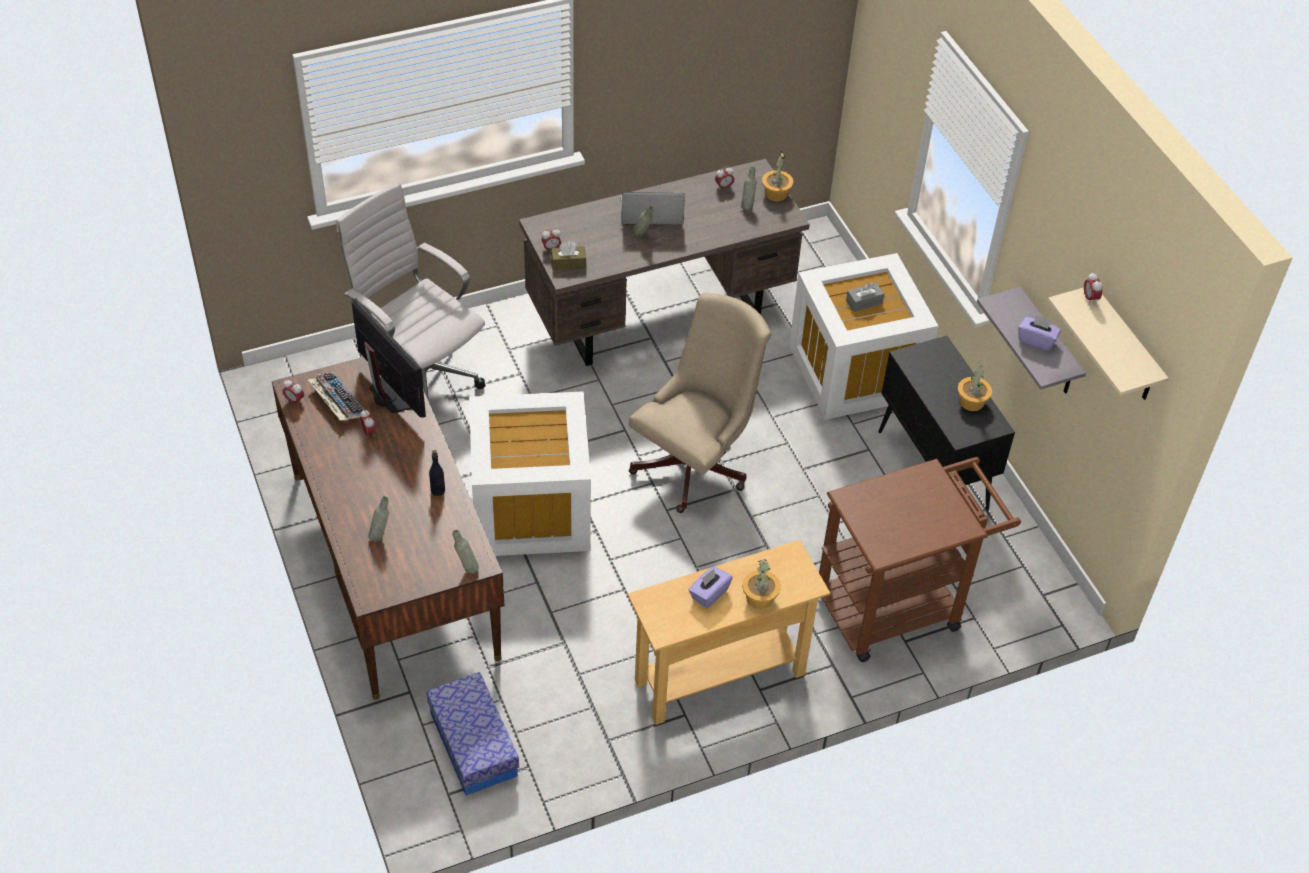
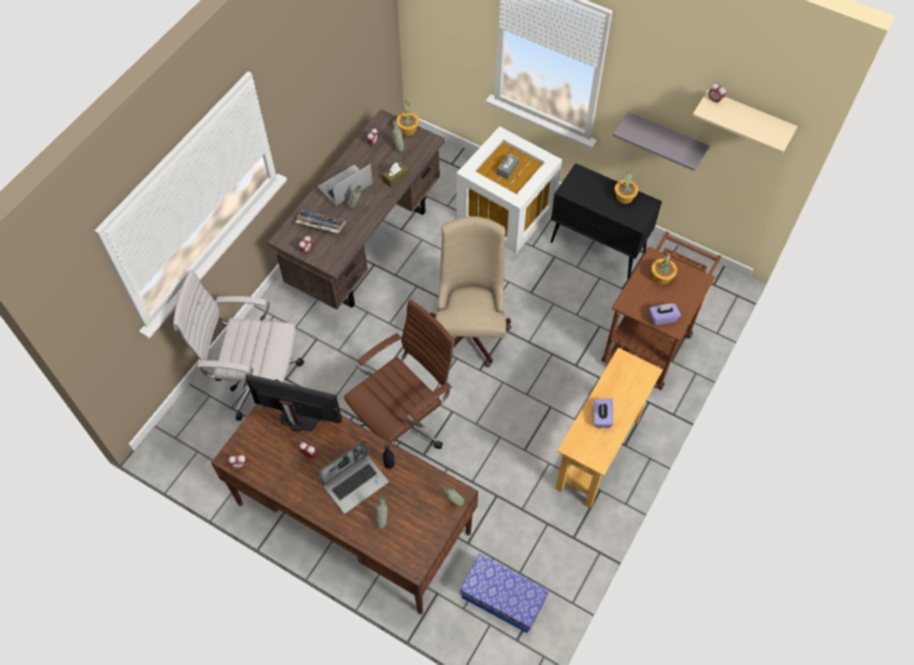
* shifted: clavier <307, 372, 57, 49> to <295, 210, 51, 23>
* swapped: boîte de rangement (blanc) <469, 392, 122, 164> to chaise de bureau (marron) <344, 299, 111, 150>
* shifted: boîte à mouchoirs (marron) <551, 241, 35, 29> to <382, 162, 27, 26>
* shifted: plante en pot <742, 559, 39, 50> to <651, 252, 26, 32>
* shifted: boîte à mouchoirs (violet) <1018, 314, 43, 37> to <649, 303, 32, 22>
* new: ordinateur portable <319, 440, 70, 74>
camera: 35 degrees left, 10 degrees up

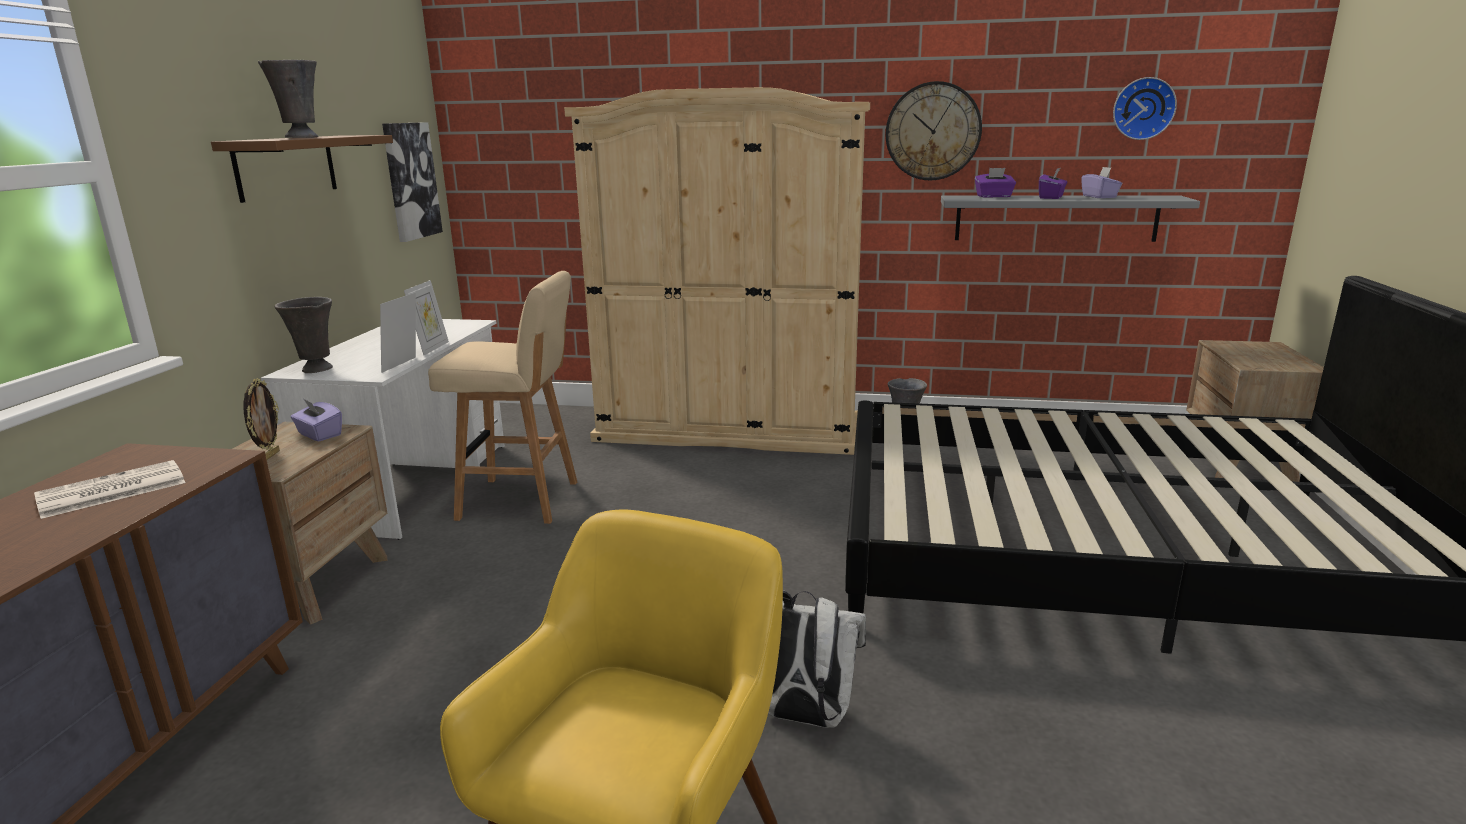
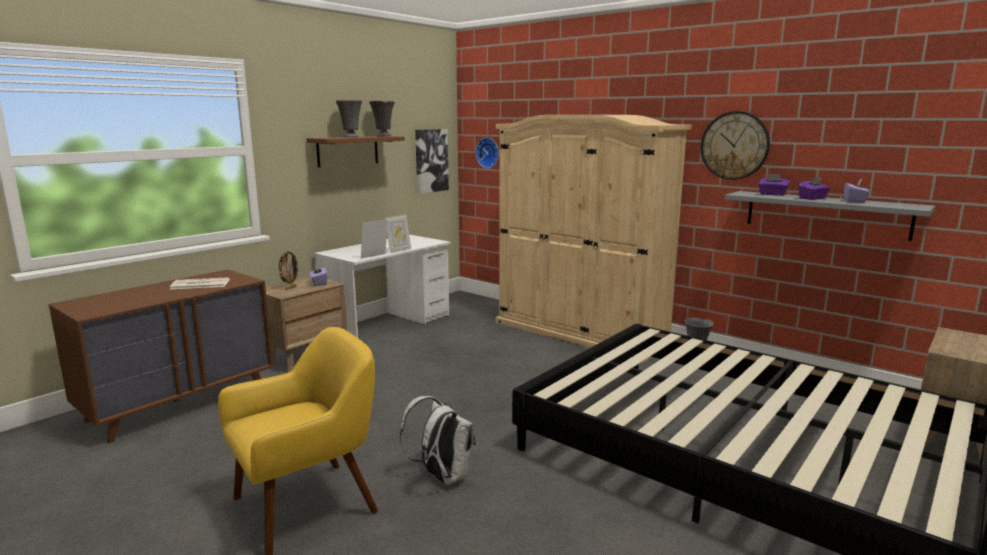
* shifted: vase (gris) <275, 297, 58, 76> to <369, 101, 26, 35>
* gone: tabouret (beige) <428, 271, 149, 253>
* shifted: horloge murale <1113, 77, 64, 63> to <476, 138, 23, 30>
camera: 30 degrees right, 5 degrees down

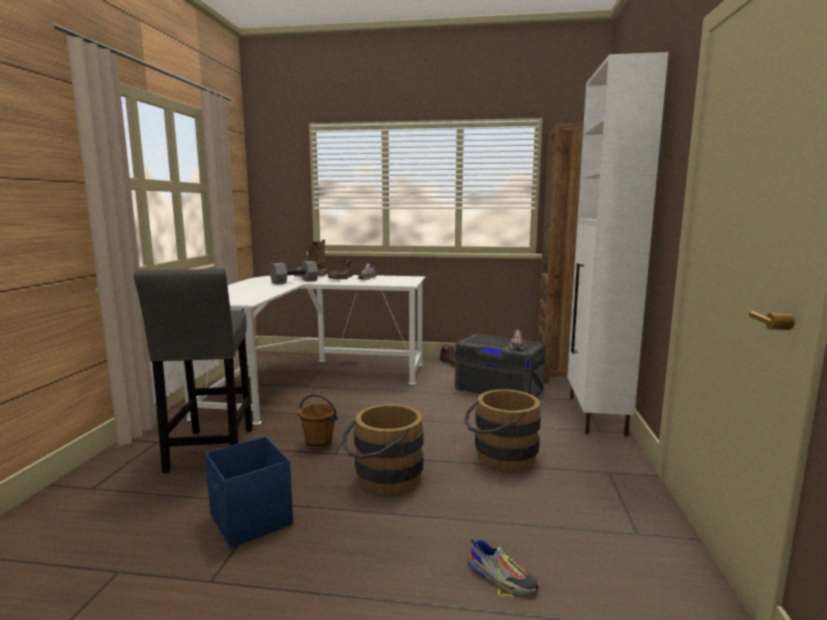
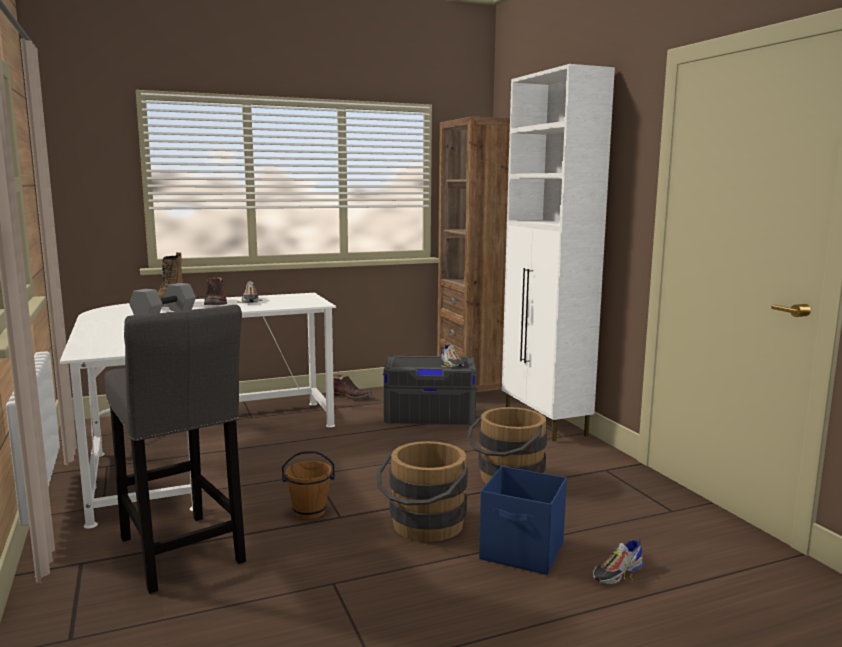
* shifted: boîte de rangement (bleu) <205, 436, 88, 112> to <479, 466, 88, 109>
* rotated: chaussure <468, 539, 71, 58> = <593, 539, 51, 45> 135 degrees clockwise
camera: 30 degrees left, 0 degrees up

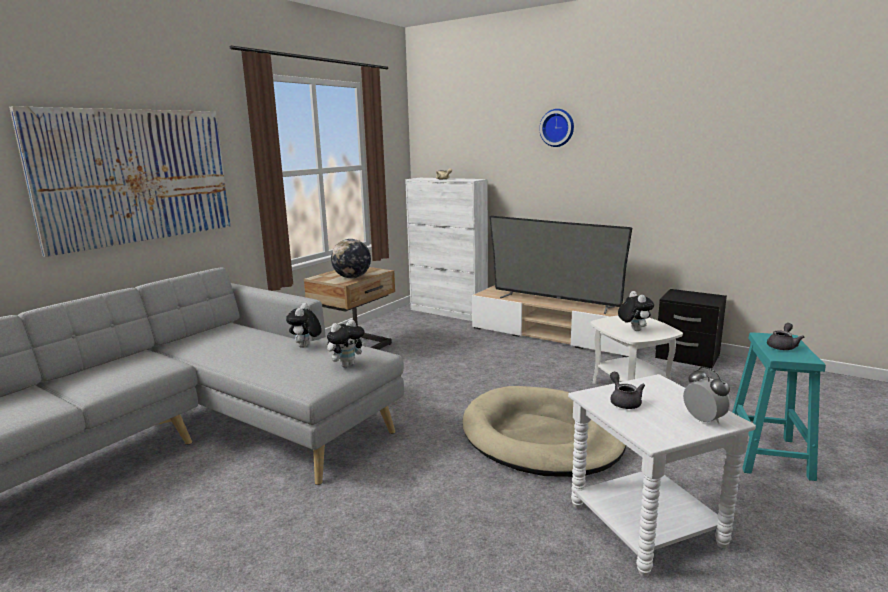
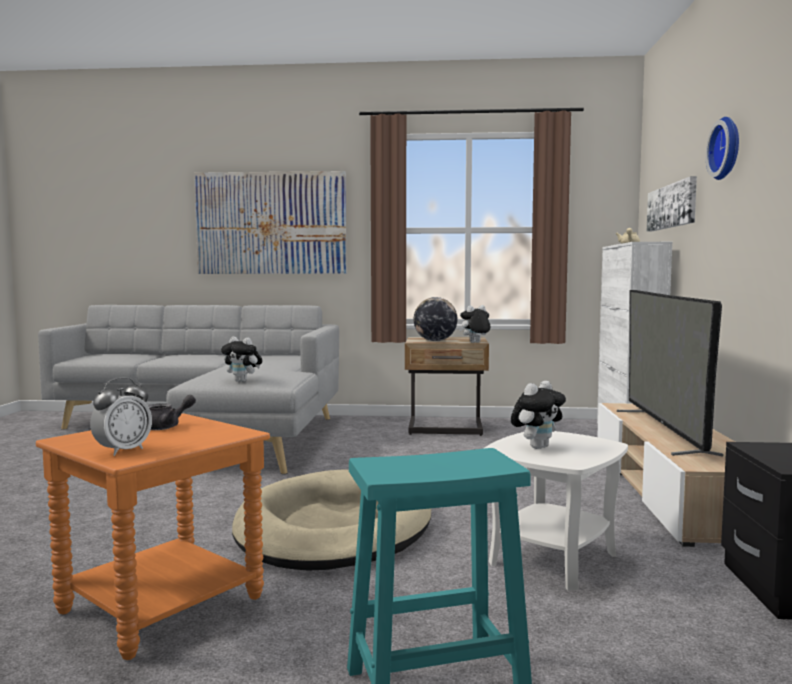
* shifted: peluche <286, 303, 36, 45> to <459, 305, 31, 38>
* repainted: table d'appoint (blanc) <568, 374, 188, 202> to table d'appoint (orange) <36, 414, 234, 246>
* gone: théière (gris) <767, 323, 37, 27>
* new: tableau <647, 176, 50, 56>
camera: 60 degrees right, 10 degrees down

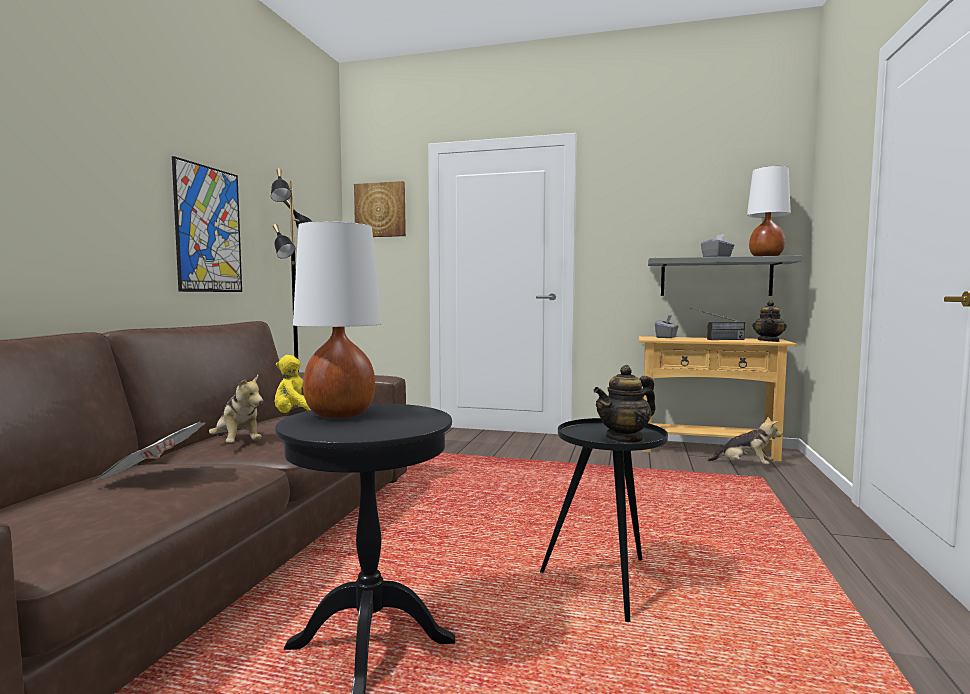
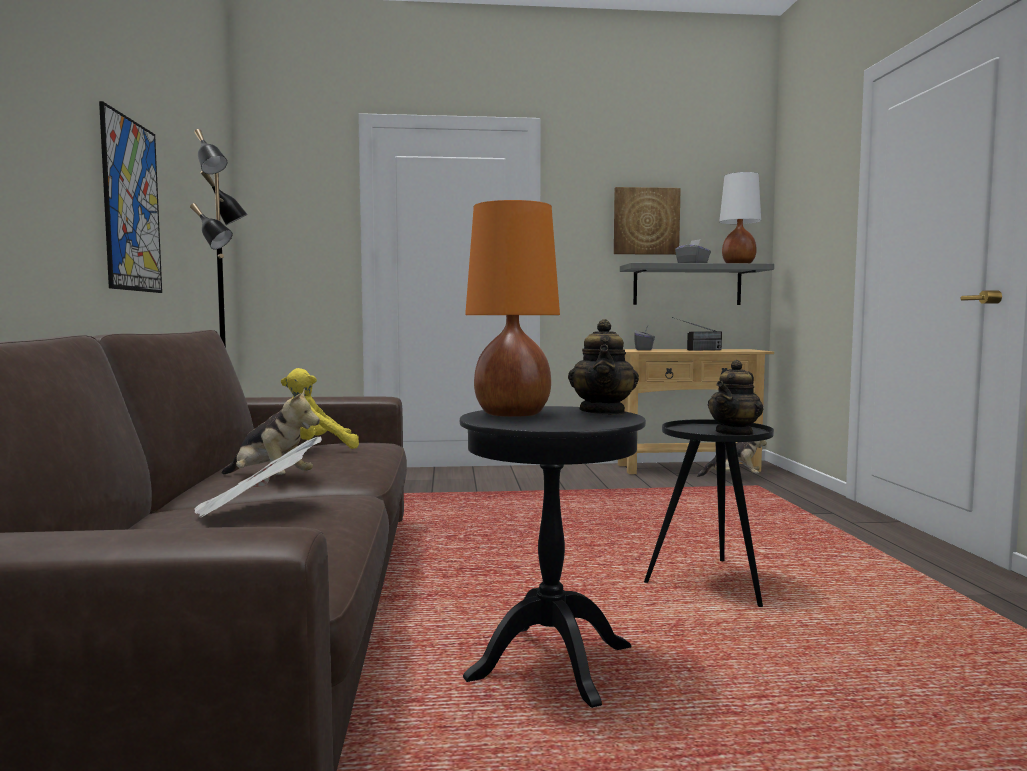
* repainted: lampe de table (blanc) <293, 221, 89, 197> to lampe de table (orange) <465, 200, 95, 217>
* shifted: tableau <354, 181, 52, 56> to <614, 187, 67, 68>
* shifted: théière <752, 300, 35, 42> to <568, 319, 71, 96>
camera: 20 degrees left, 0 degrees up

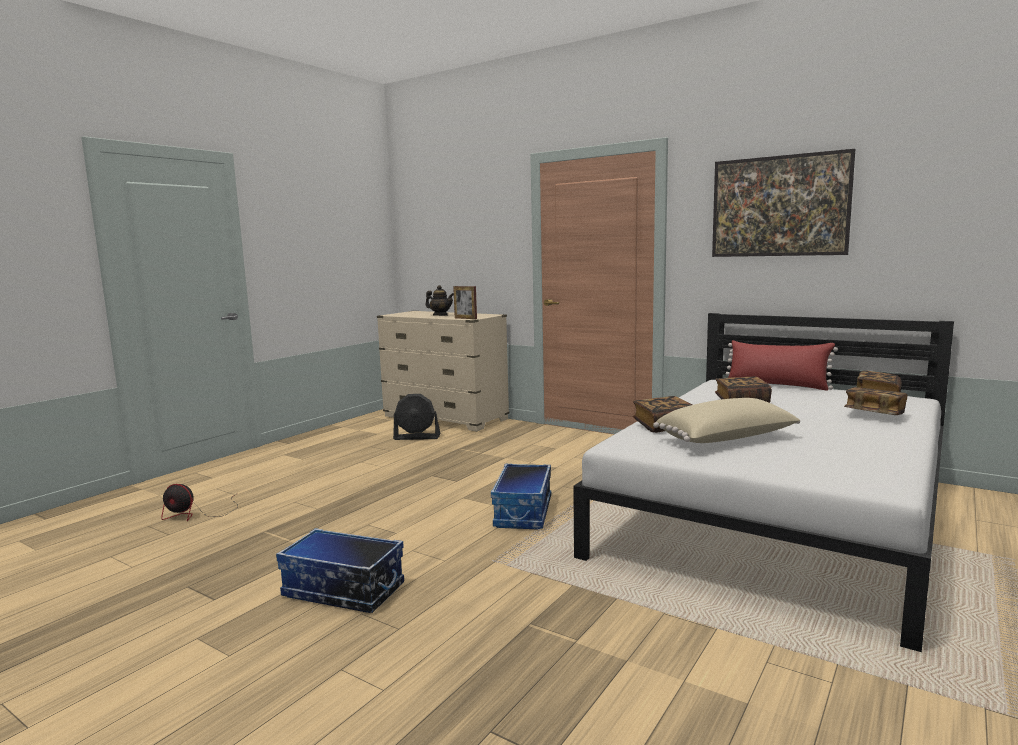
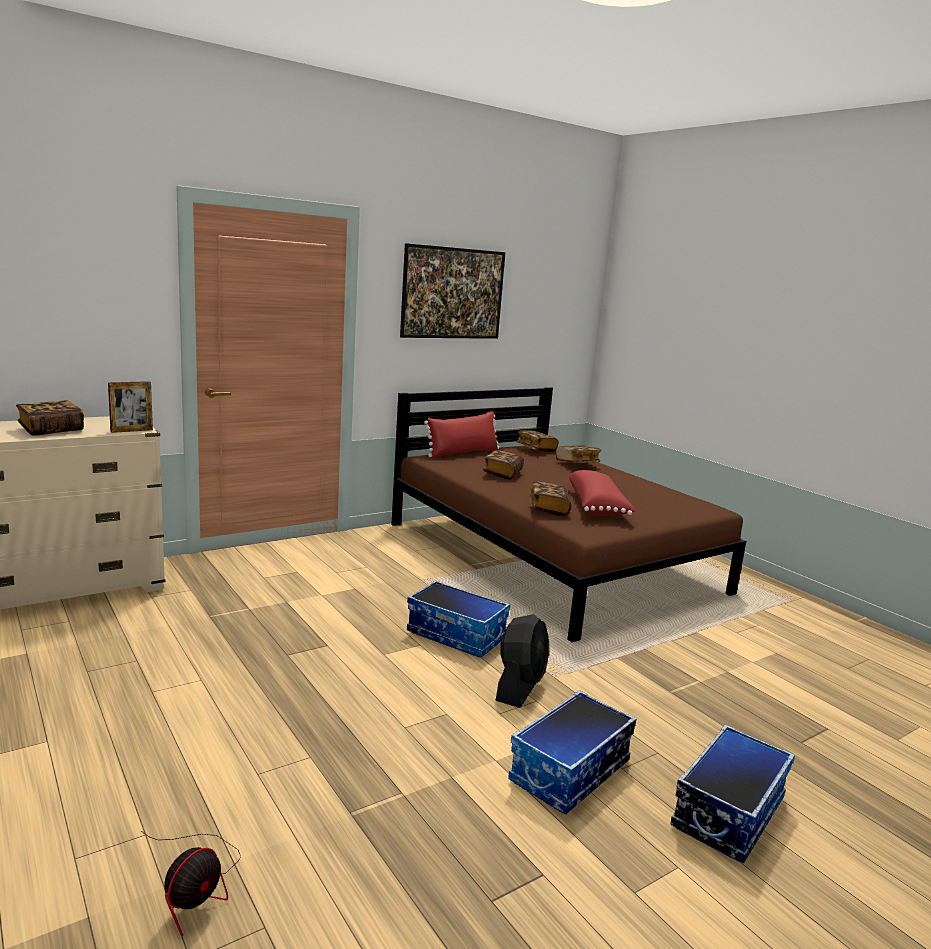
* shifted: ventilateur (noir) <393, 394, 47, 46> to <496, 614, 53, 94>
* swapped: théière <425, 285, 29, 31> to livre <16, 400, 68, 36>
* repainted: lit (blanc) <573, 313, 381, 339> to lit (marron) <391, 387, 355, 255>
* repainted: coussin (beige) <653, 398, 147, 45> to coussin (rouge) <569, 470, 67, 45>
* new: boîte de rangement <670, 724, 125, 139>
camera: 70 degrees left, 5 degrees up

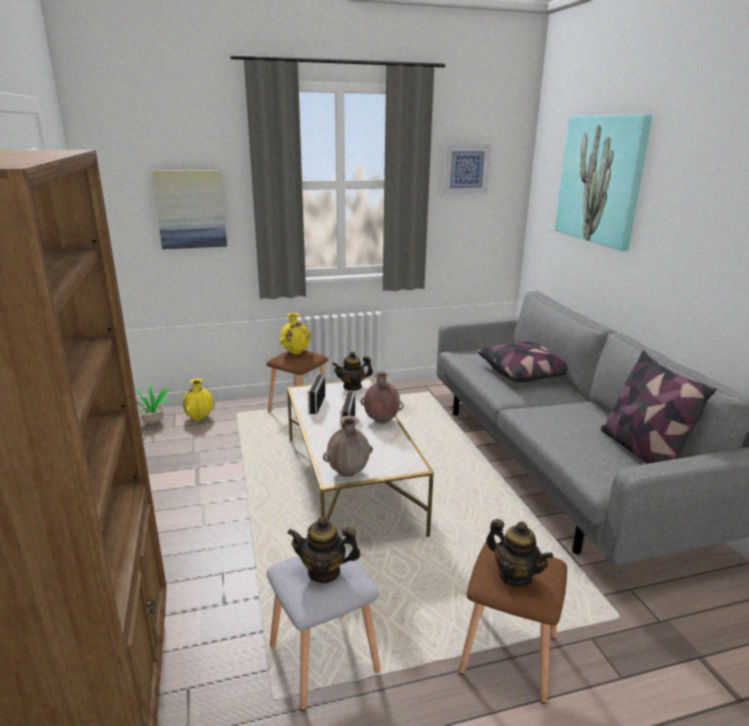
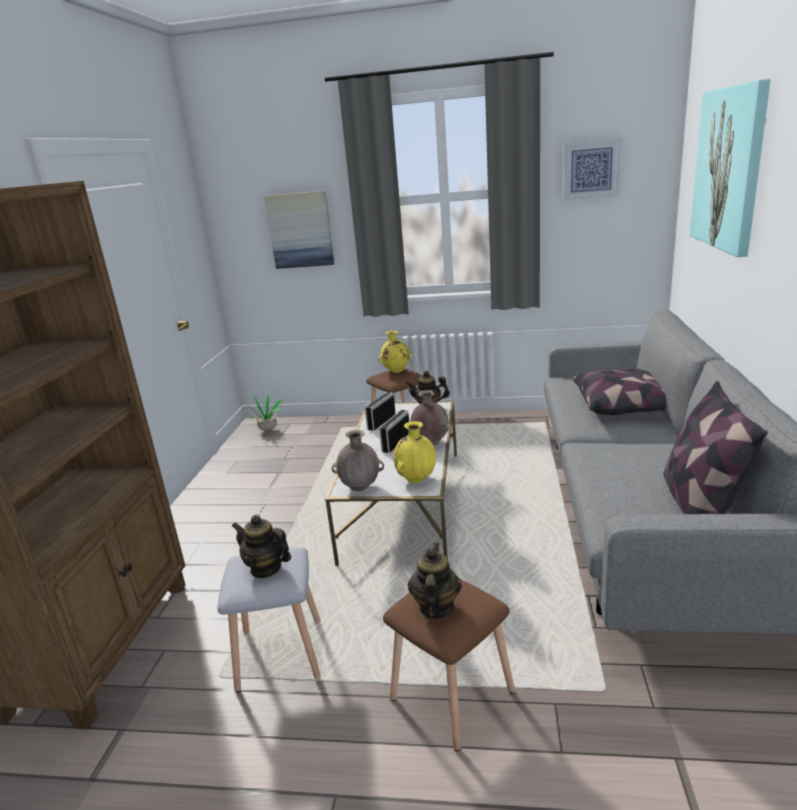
* shifted: vase (jaune) <183, 378, 30, 43> to <394, 421, 42, 62>
* rotated: théière <486, 519, 67, 68> = <408, 543, 54, 76> 150 degrees counterclockwise
camera: 25 degrees right, 0 degrees up

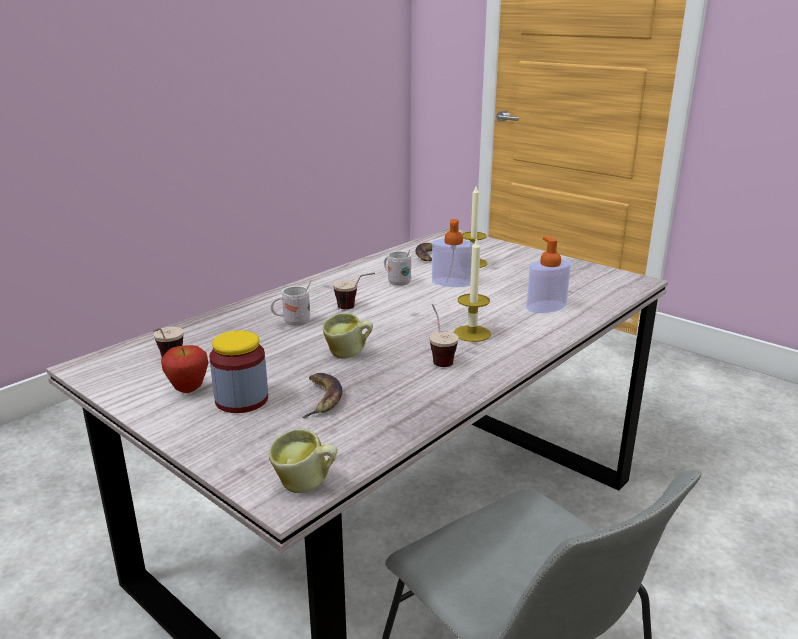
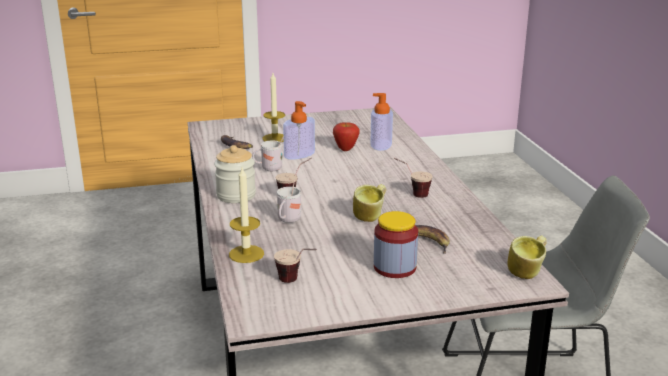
* shifted: pomme <161, 345, 47, 48> to <333, 122, 27, 29>
* shifted: bougie <454, 238, 37, 104> to <229, 168, 35, 95>
* new: bocal <214, 145, 42, 58>
camera: 55 degrees left, 0 degrees up

